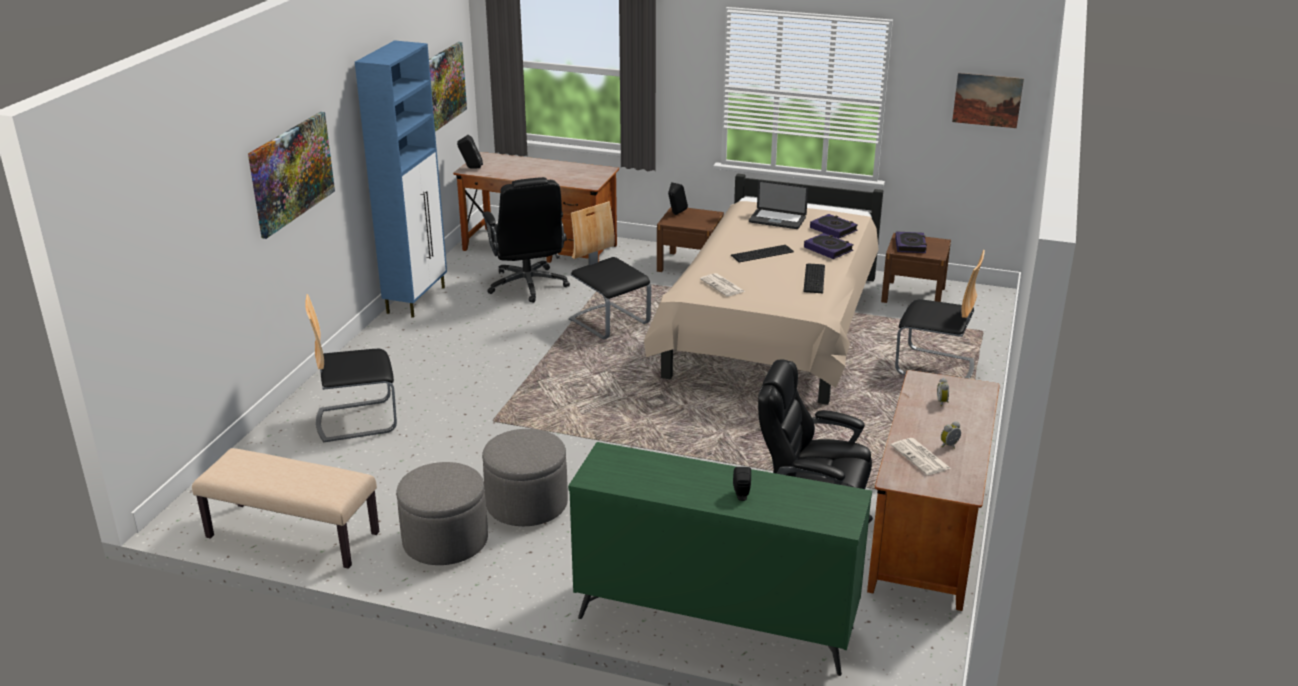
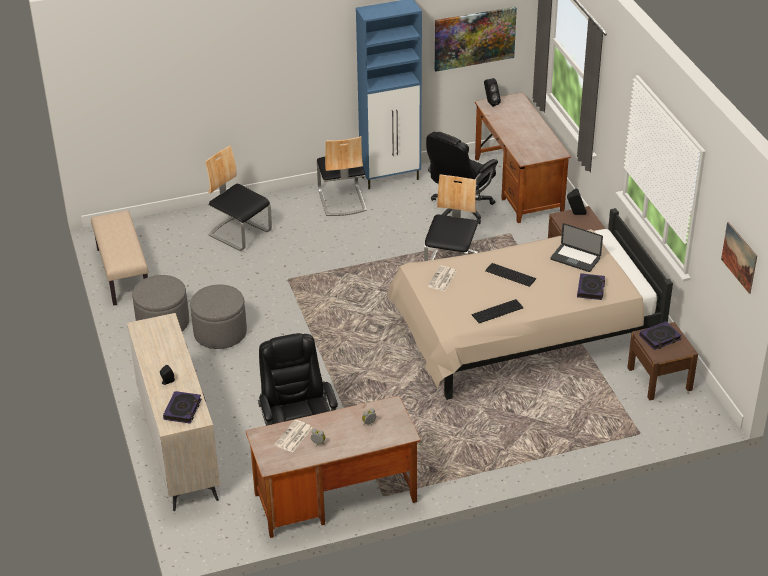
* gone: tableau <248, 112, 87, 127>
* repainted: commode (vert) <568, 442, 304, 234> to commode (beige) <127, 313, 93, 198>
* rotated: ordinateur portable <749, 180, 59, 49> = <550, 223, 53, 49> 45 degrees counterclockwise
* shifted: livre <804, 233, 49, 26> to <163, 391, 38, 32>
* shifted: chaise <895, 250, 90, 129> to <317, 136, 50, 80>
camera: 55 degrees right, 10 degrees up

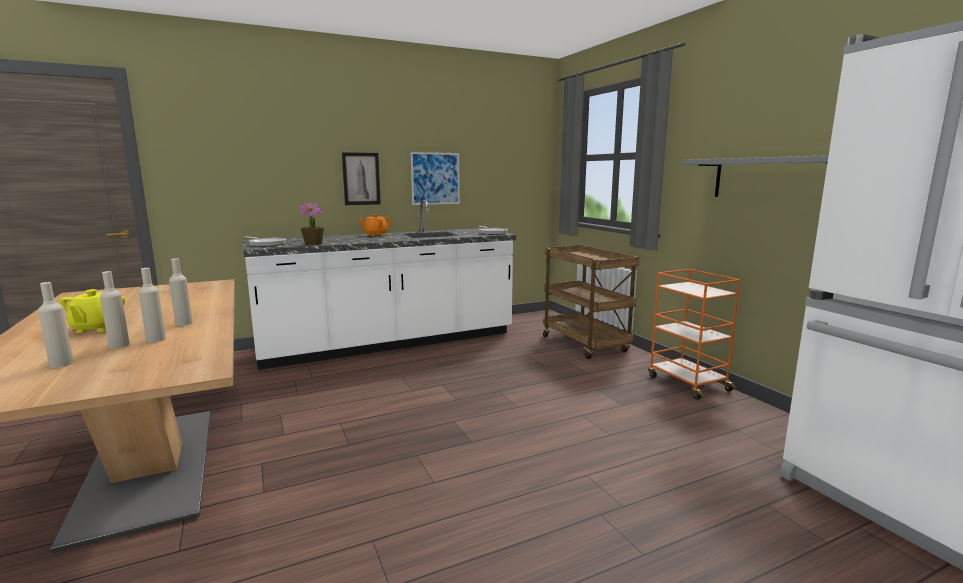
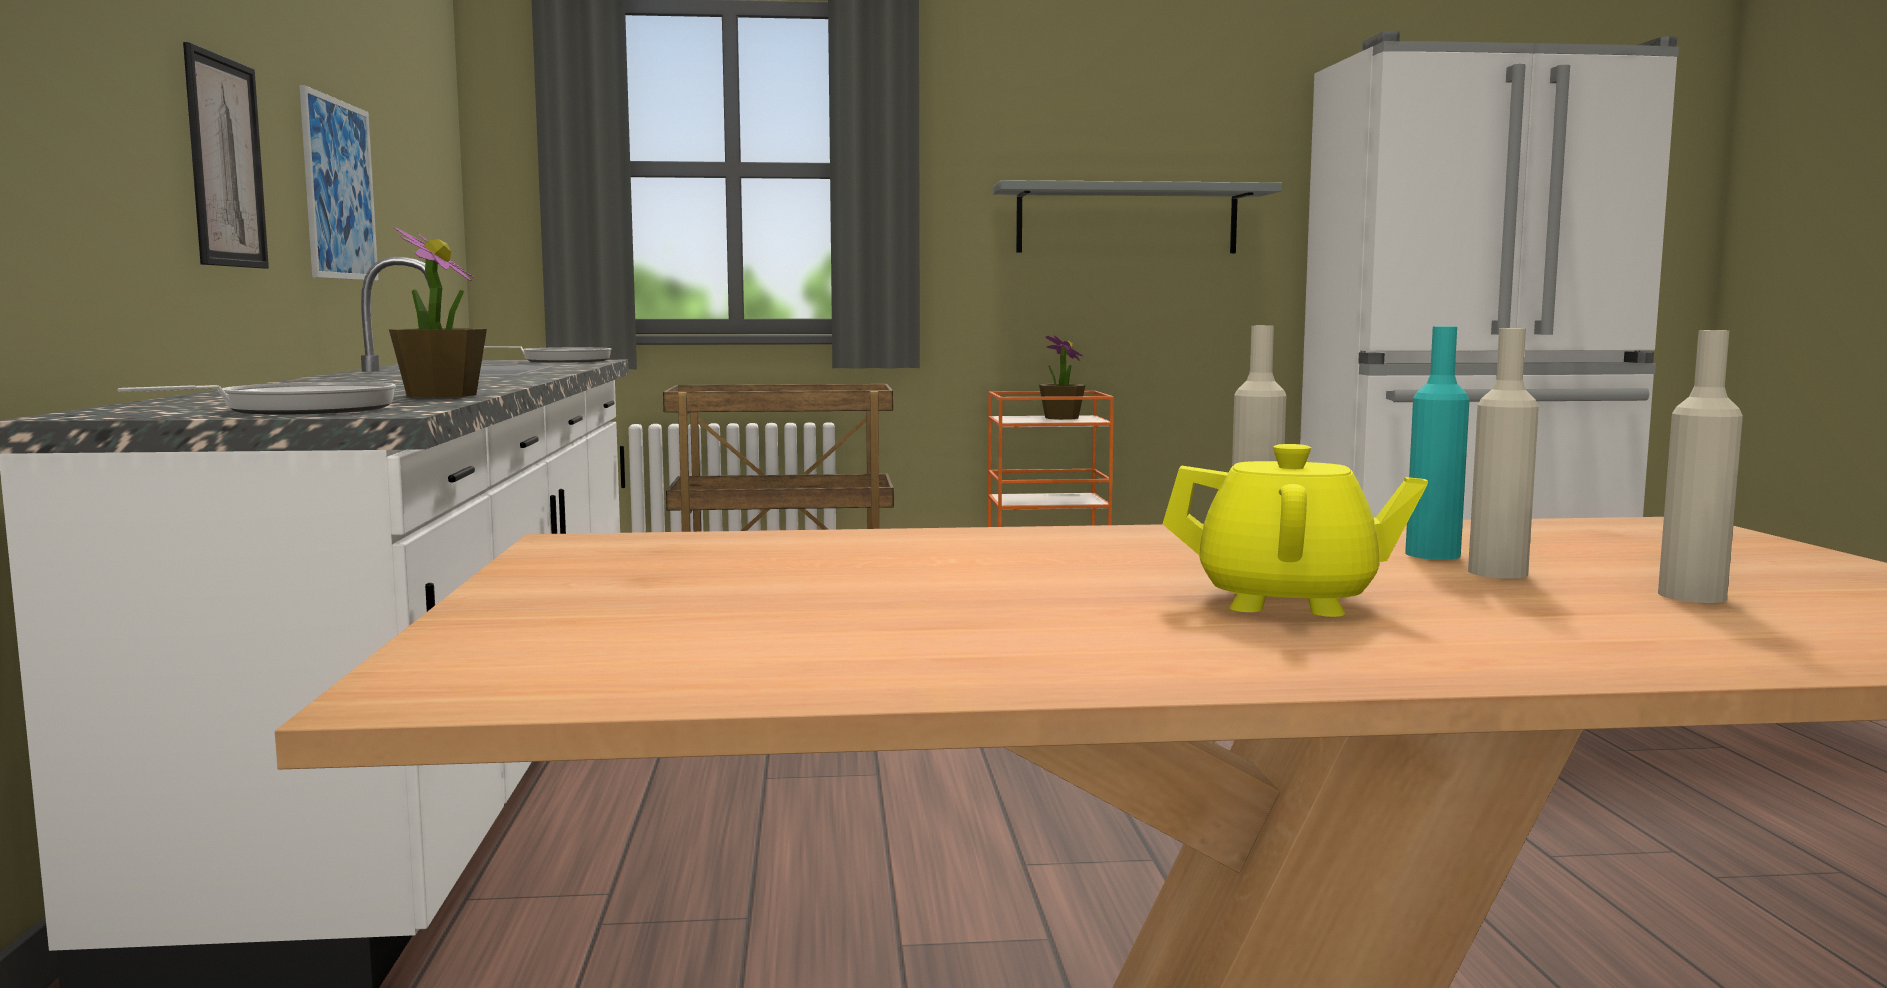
* repainted: bouteille (beige) <139, 268, 27, 74> to bouteille (turquoise) <1405, 326, 65, 234>
* gone: théière (orange) <359, 214, 32, 22>
* new: plante en pot <1039, 335, 47, 85>
camera: 70 degrees left, 5 degrees down

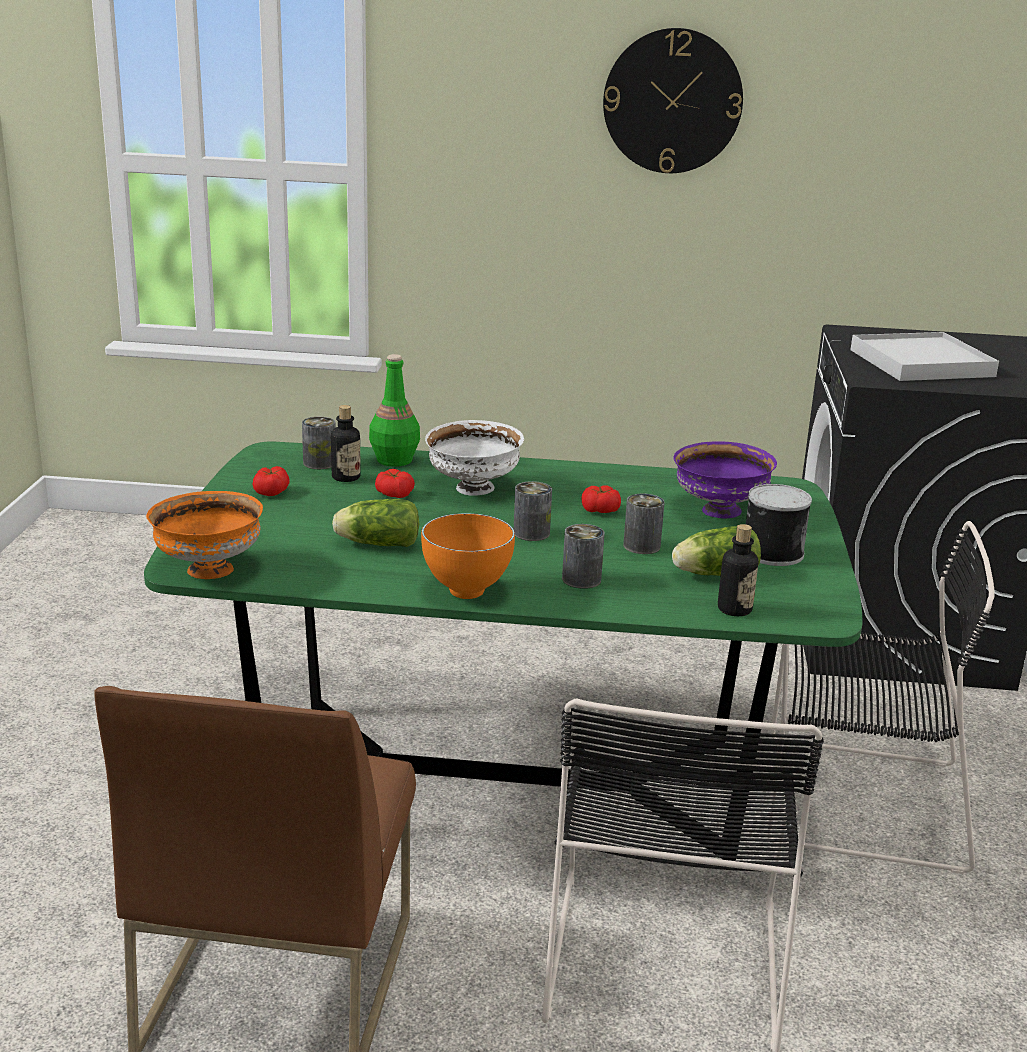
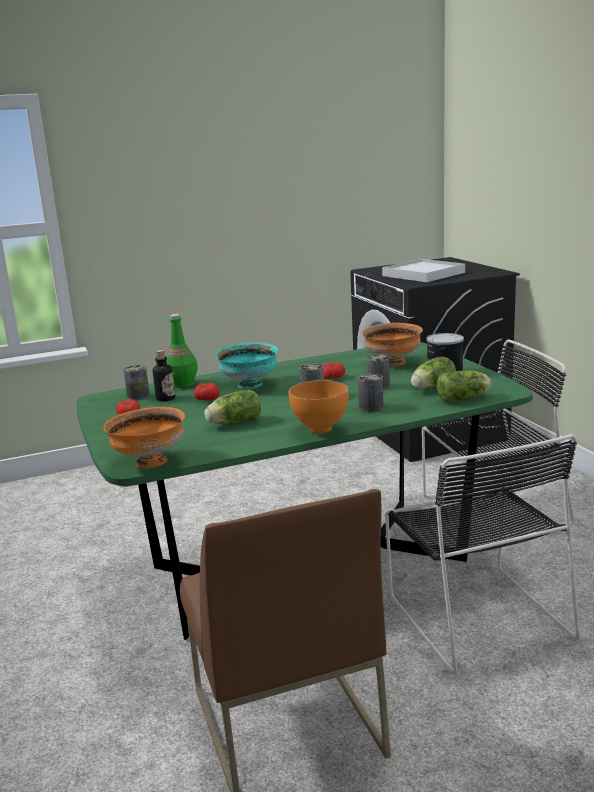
* repainted: bol (blanc) <425, 420, 99, 76> to bol (turquoise) <216, 342, 62, 47>
* gone: horloge murale <603, 28, 140, 145>
* repainted: bol (violet) <673, 441, 104, 77> to bol (orange) <362, 323, 61, 43>
* swapped: bouteille <718, 524, 40, 92> to laitue <437, 371, 55, 32>
camera: 25 degrees left, 5 degrees down

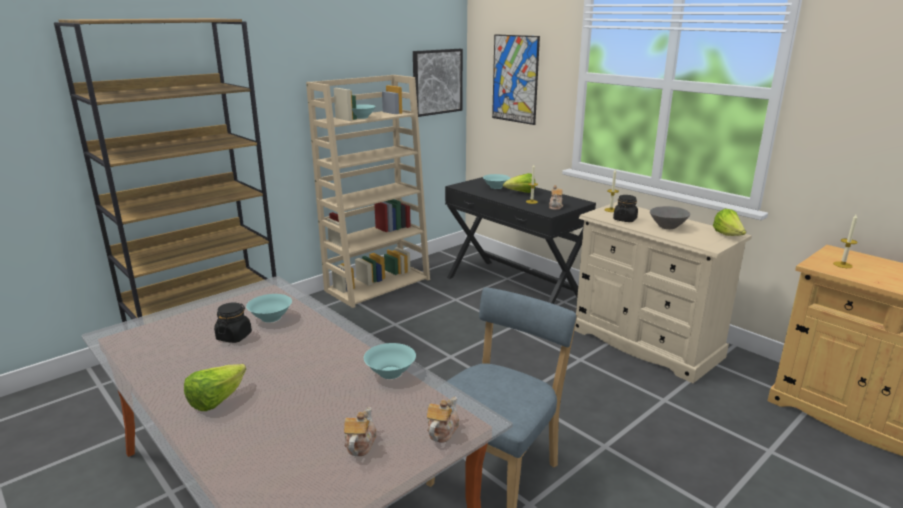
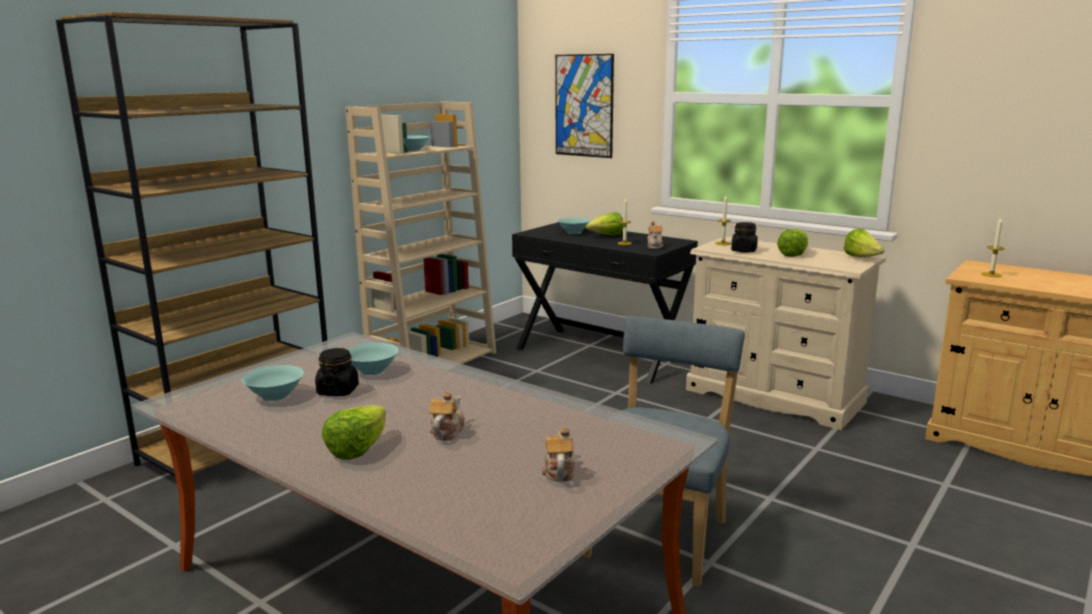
* shifted: bol (turquoise) <364, 343, 52, 36> to <242, 365, 62, 36>
* gone: tableau <413, 49, 50, 68>
* shifted: théière <427, 397, 32, 46> to <430, 392, 35, 48>
* swapped: bol (gris) <650, 206, 40, 23> to laitue <777, 229, 31, 28>
camera: 10 degrees left, 5 degrees down

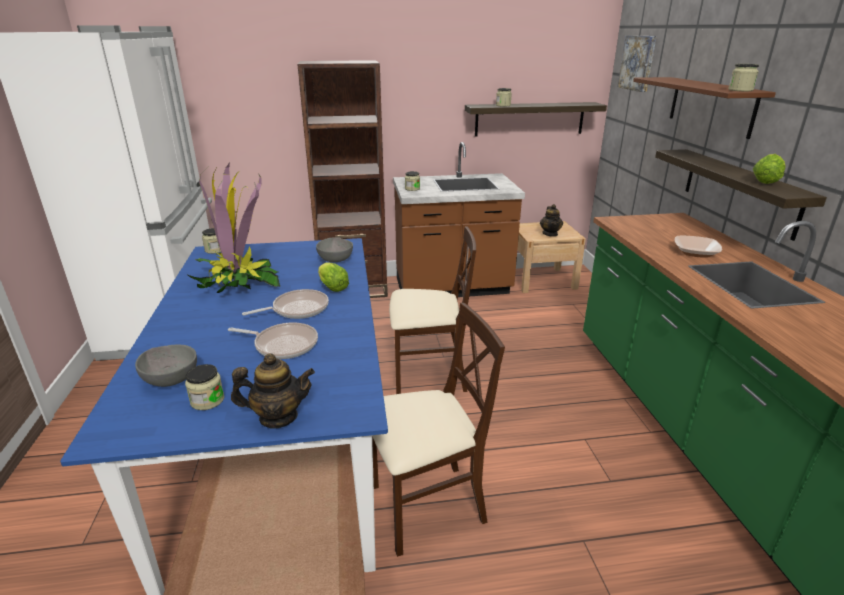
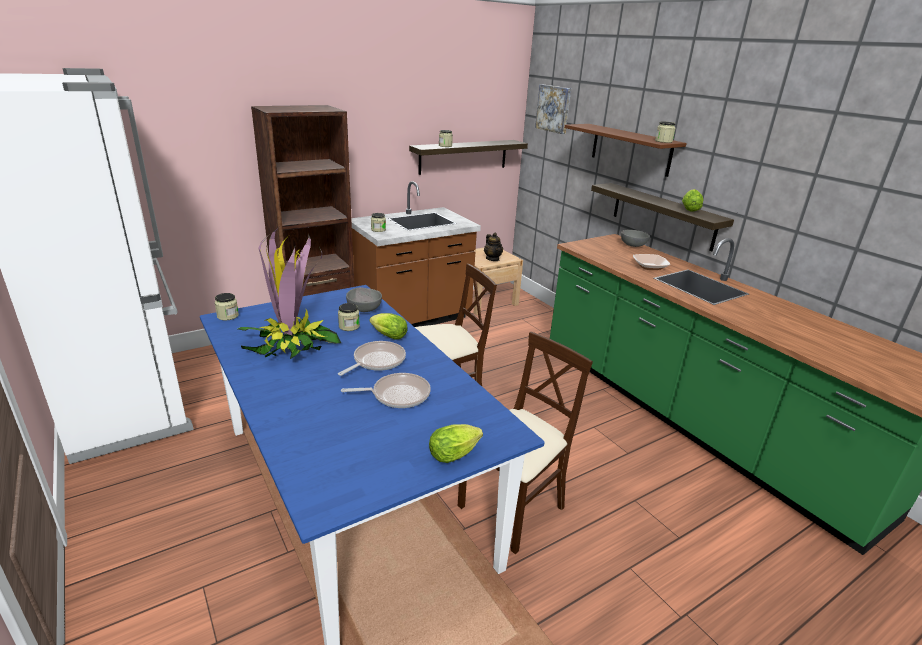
* shifted: bol (gris) <135, 345, 62, 42> to <621, 230, 29, 17>
* shifted: bocal <185, 364, 39, 46> to <338, 303, 22, 28>
* swapped: théière <231, 353, 84, 76> to laitue <429, 424, 54, 39>
camera: 25 degrees left, 0 degrees up

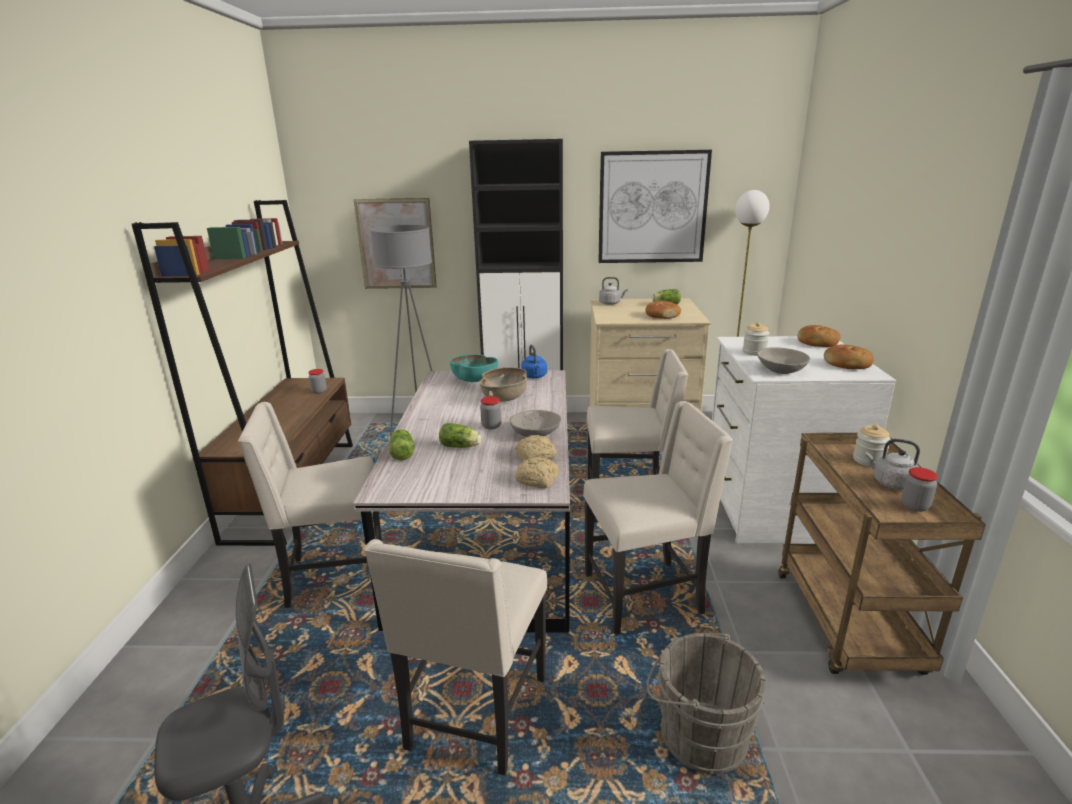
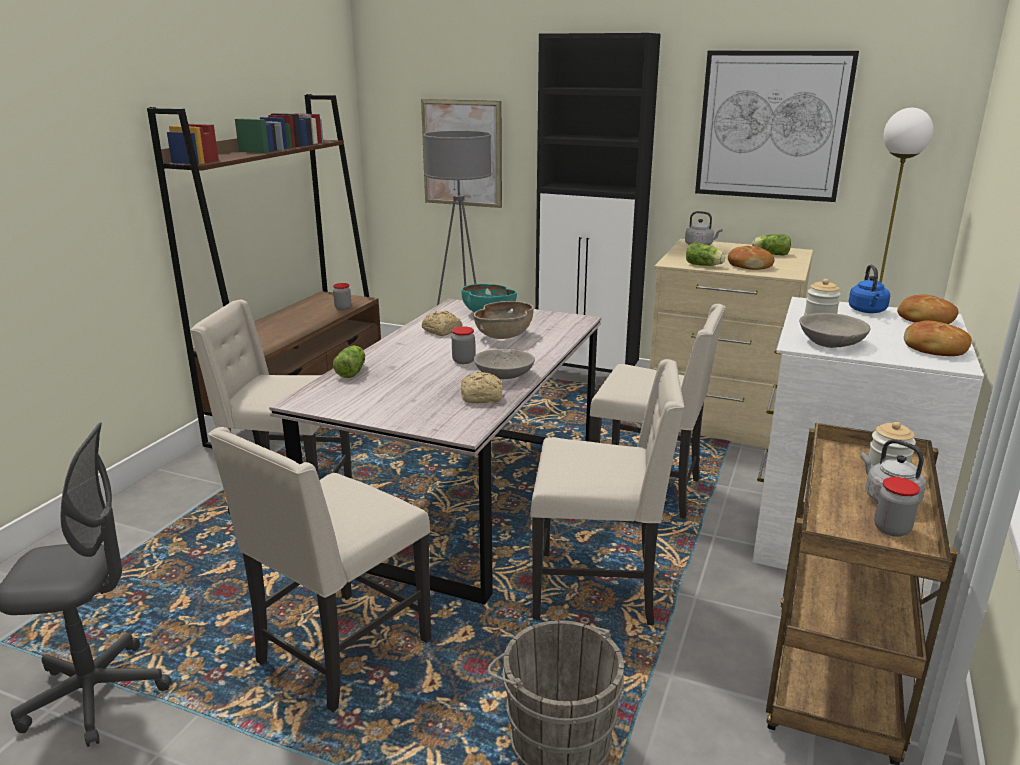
* shifted: laitue <439, 423, 43, 25> to <686, 243, 39, 23>
* shifted: pain <516, 456, 44, 33> to <422, 311, 41, 25>
* shifted: bouilloire (bleu) <521, 345, 26, 33> to <848, 264, 42, 49>
camera: 20 degrees right, 0 degrees up

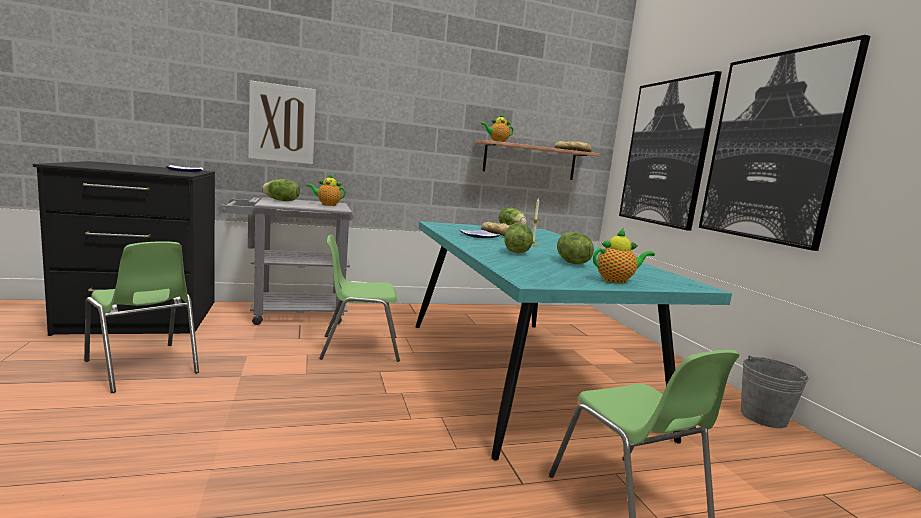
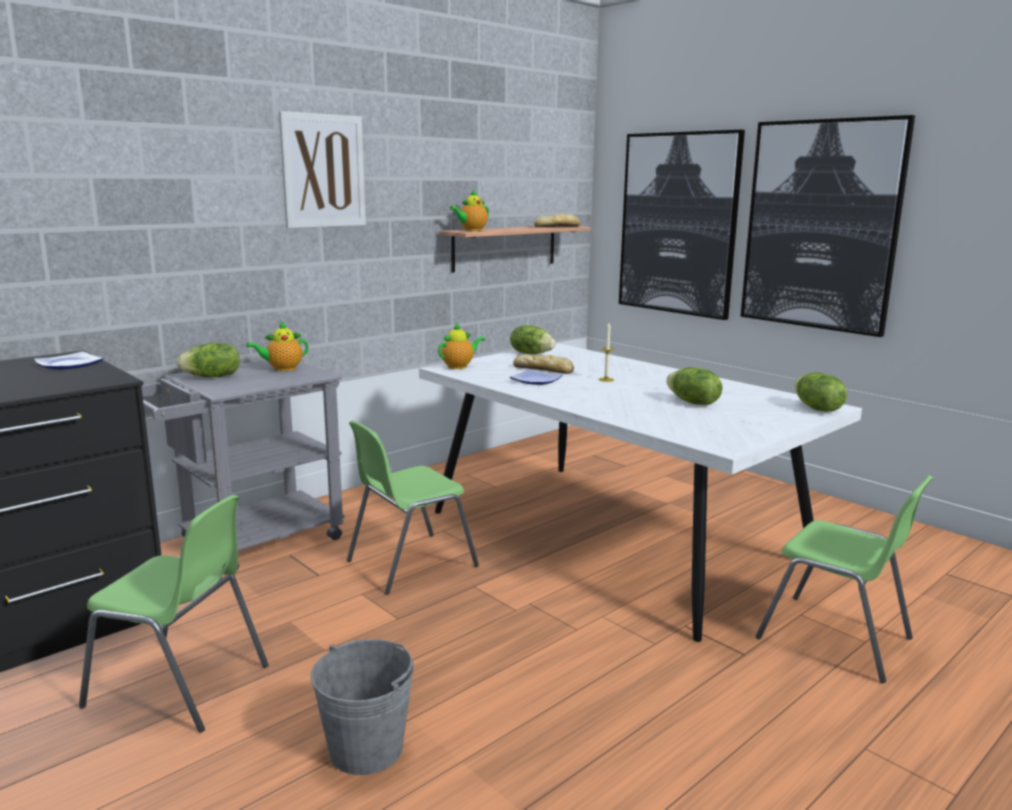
* shifted: tableau <249, 80, 67, 84> to <279, 111, 87, 117>
* repainted: table à manger (turquoise) <416, 222, 316, 239> to table à manger (blanc) <419, 343, 443, 299>
* shifted: laitue <504, 223, 29, 30> to <794, 372, 53, 40>
* shifted: théière <593, 228, 62, 55> to <438, 323, 47, 46>
* shifted: seau (gris) <741, 355, 68, 73> to <311, 639, 103, 136>
camera: 25 degrees left, 5 degrees up

